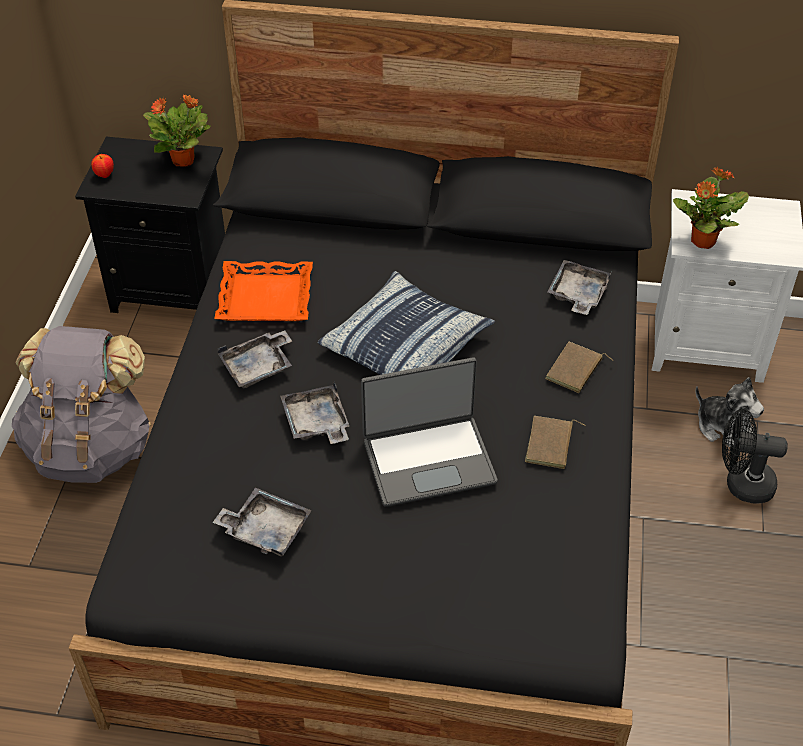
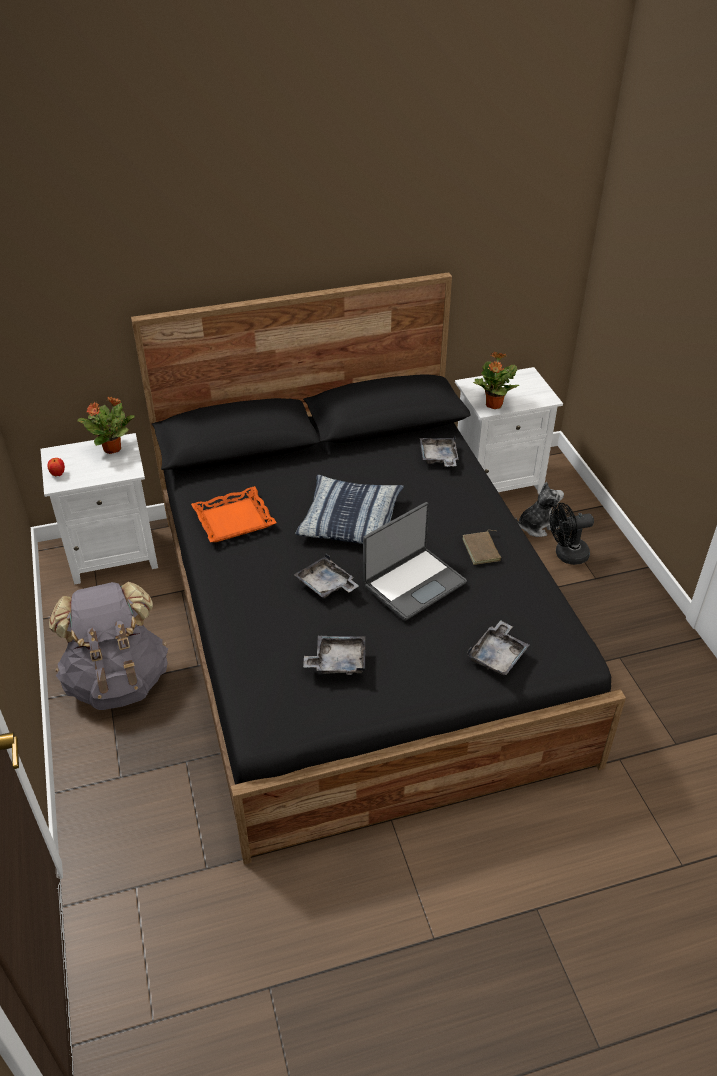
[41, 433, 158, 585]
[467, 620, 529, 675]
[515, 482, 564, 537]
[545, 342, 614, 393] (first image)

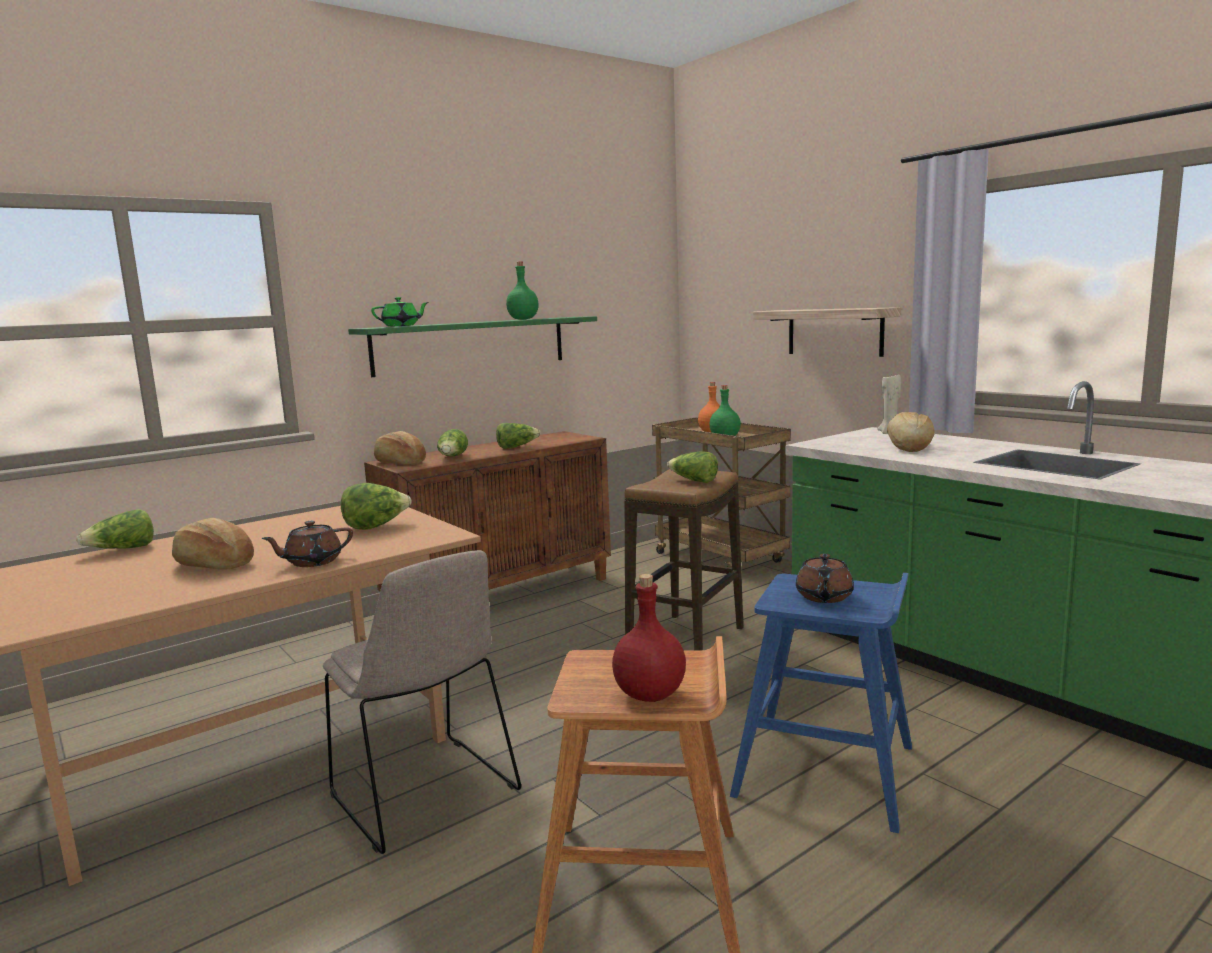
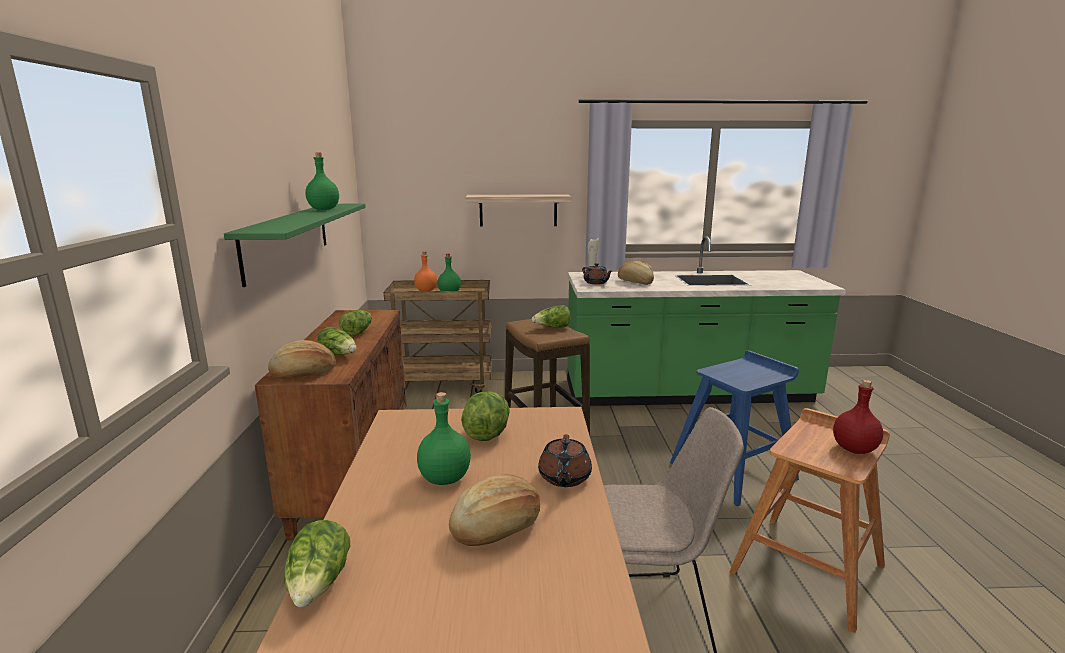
[417, 392, 471, 485]
[582, 263, 612, 284]
[371, 297, 429, 326] (first image)

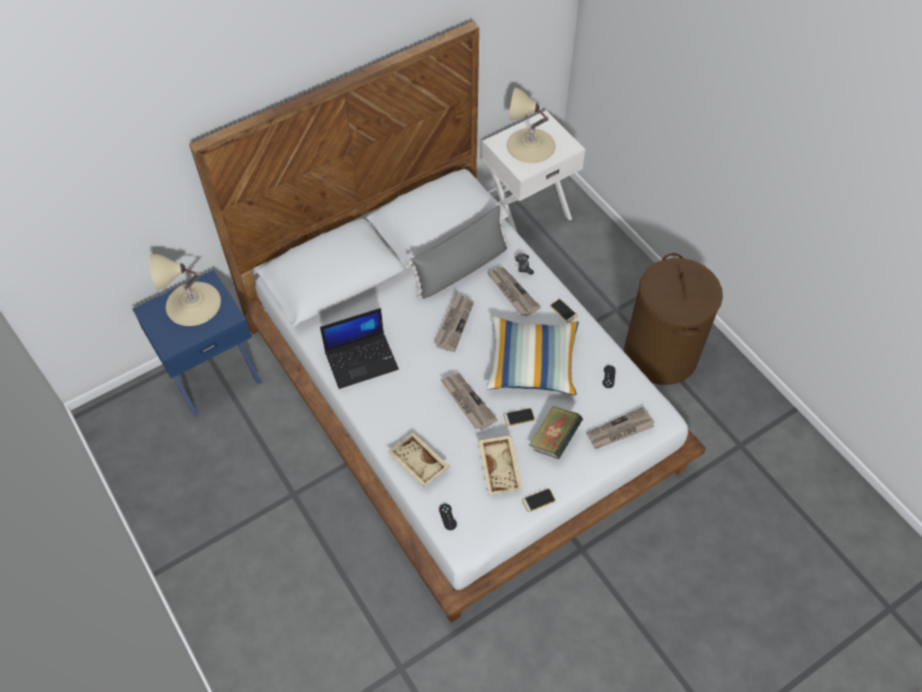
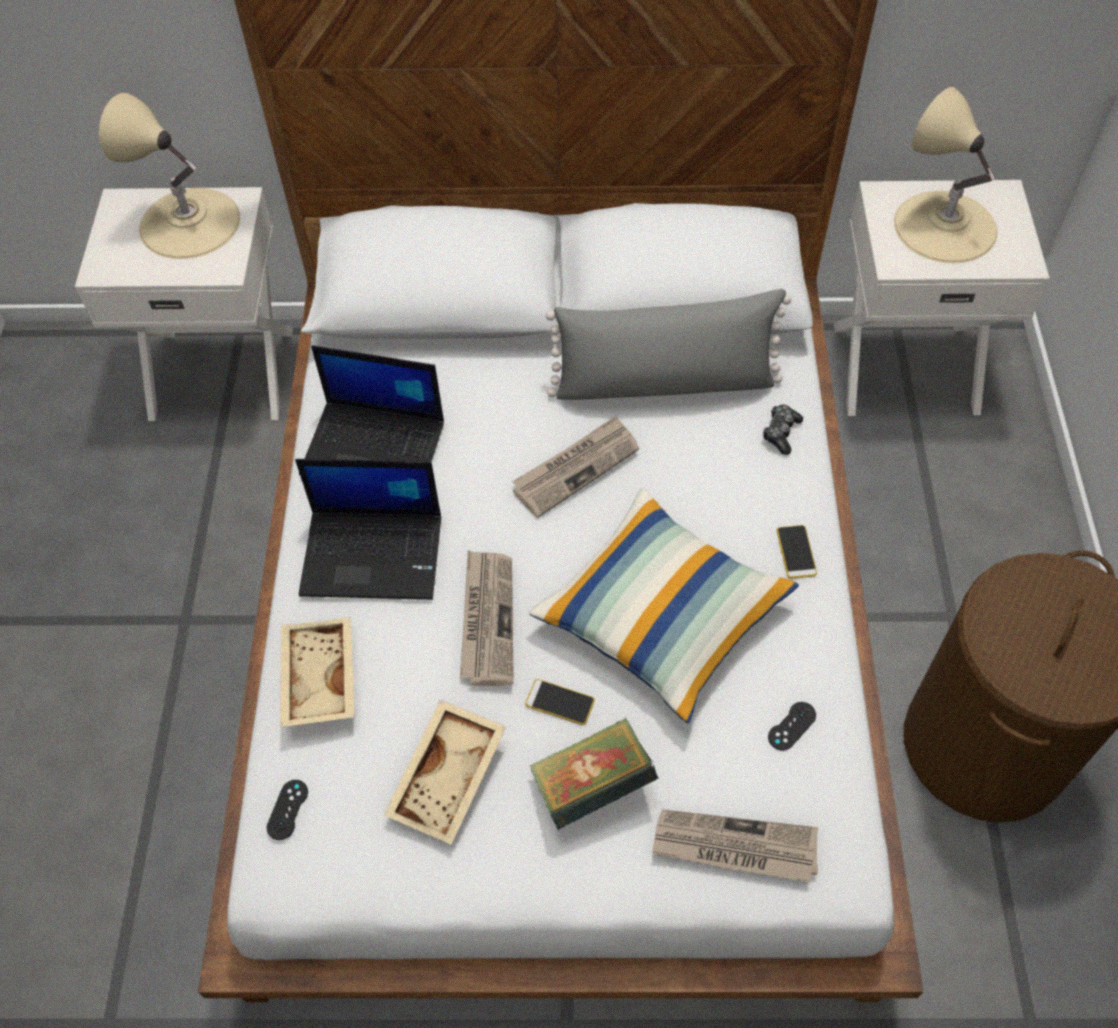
[75, 187, 293, 421]
[295, 459, 441, 600]
[487, 267, 541, 316] (first image)
[522, 489, 555, 512] (first image)

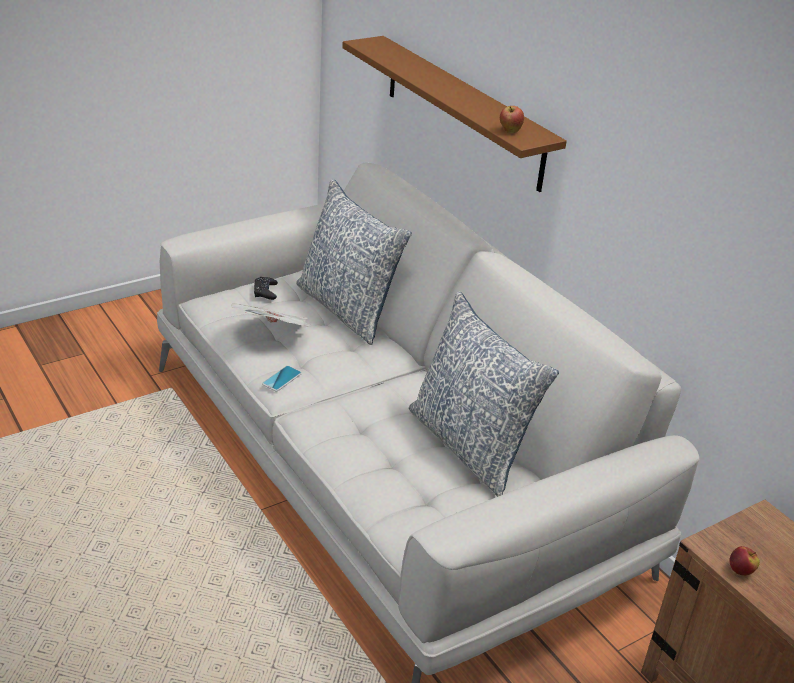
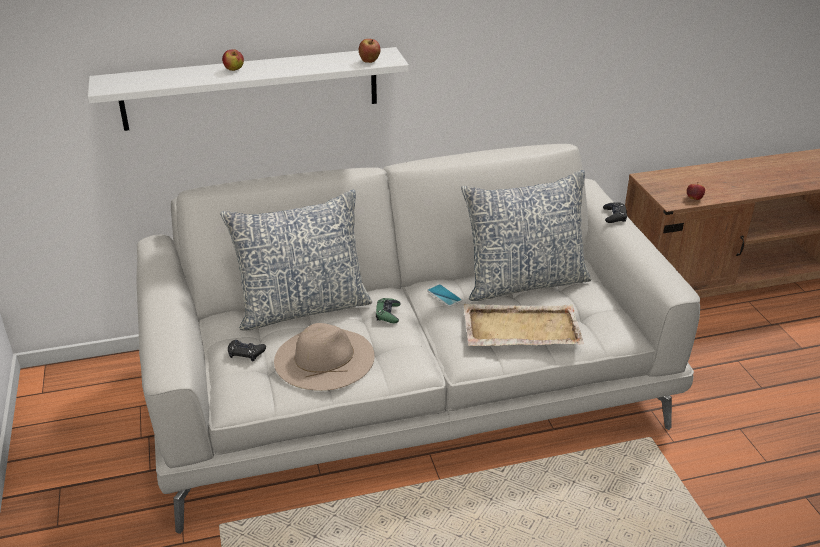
[88, 47, 409, 131]
[222, 49, 244, 71]
[274, 323, 375, 391]
[376, 298, 401, 323]
[427, 284, 462, 307]
[464, 304, 584, 346]
[603, 202, 627, 223]

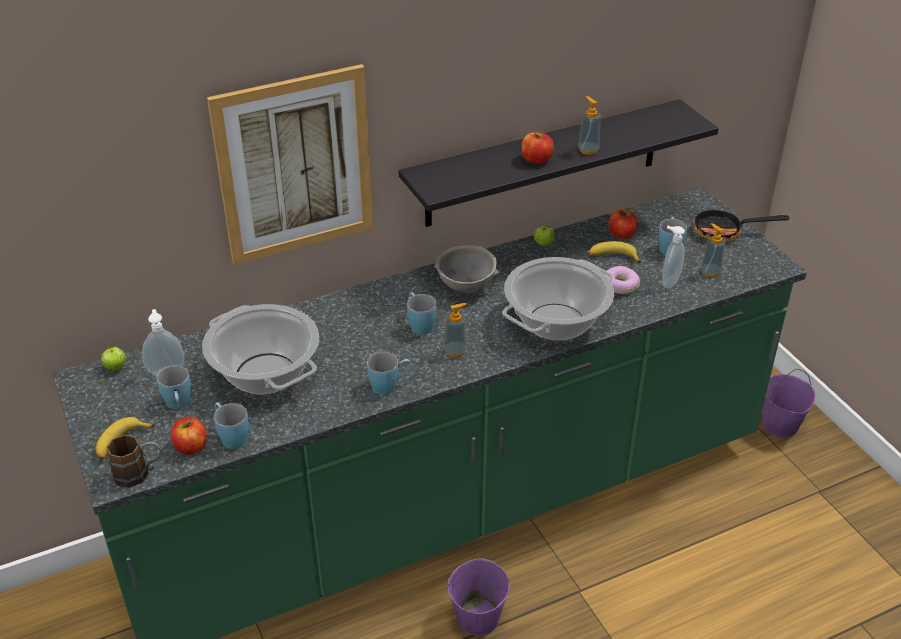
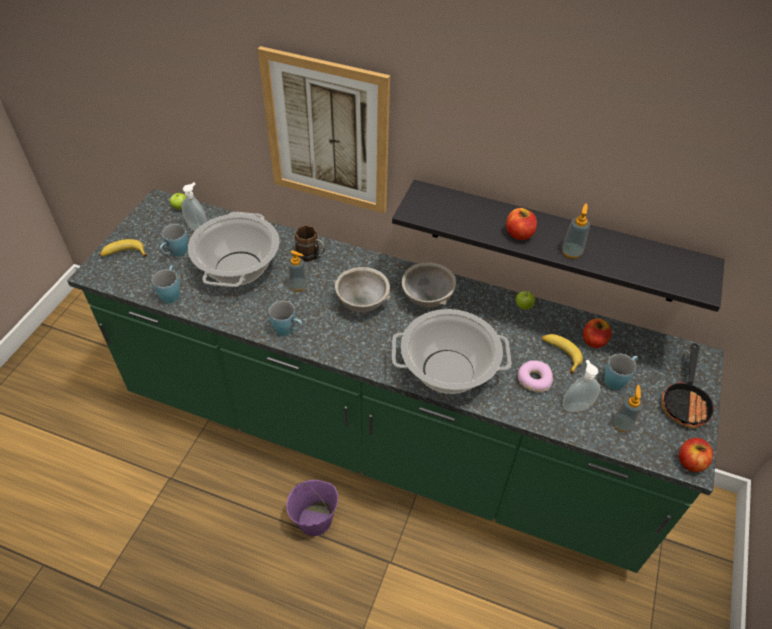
[288, 250, 307, 292]
[294, 226, 325, 262]
[335, 267, 390, 312]
[661, 343, 716, 428]
[679, 438, 713, 472]
[762, 369, 815, 438] (first image)

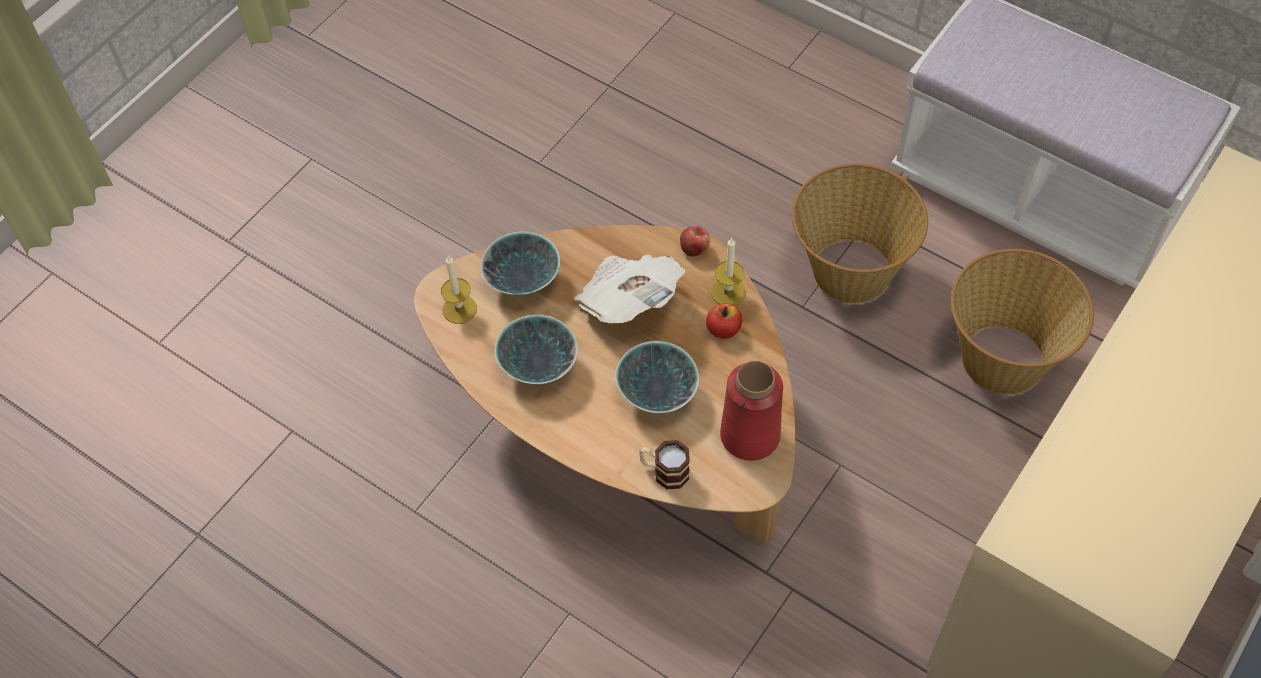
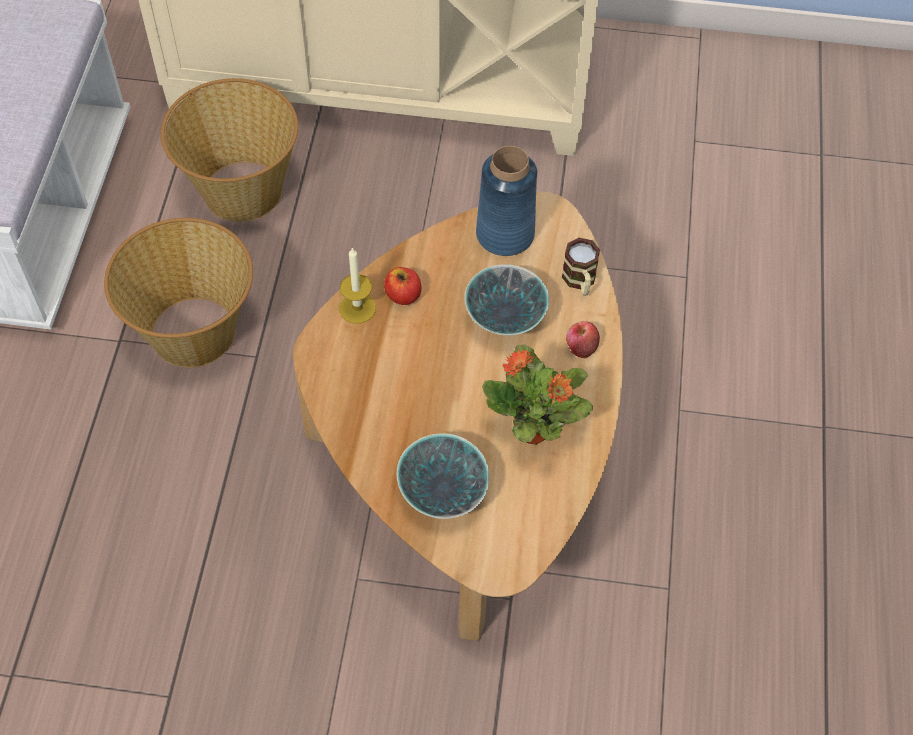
[476, 146, 537, 256]
[482, 344, 593, 445]
[566, 321, 600, 358]
[441, 255, 477, 324] (first image)
[574, 255, 685, 323] (first image)

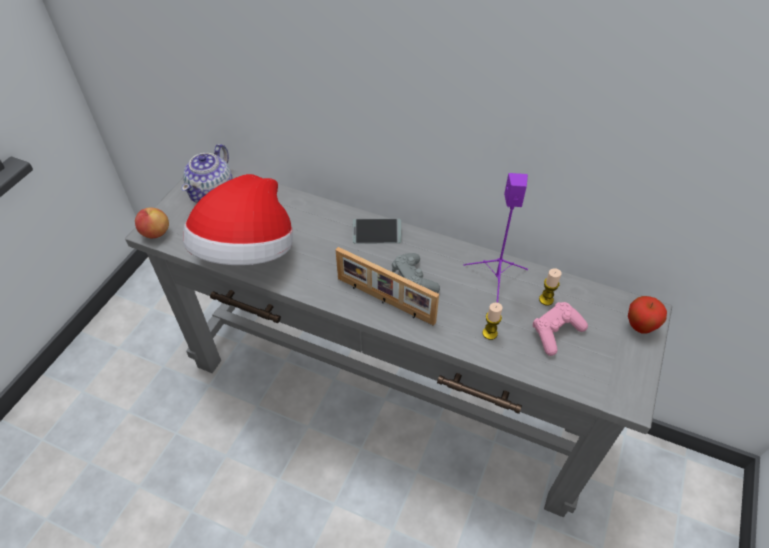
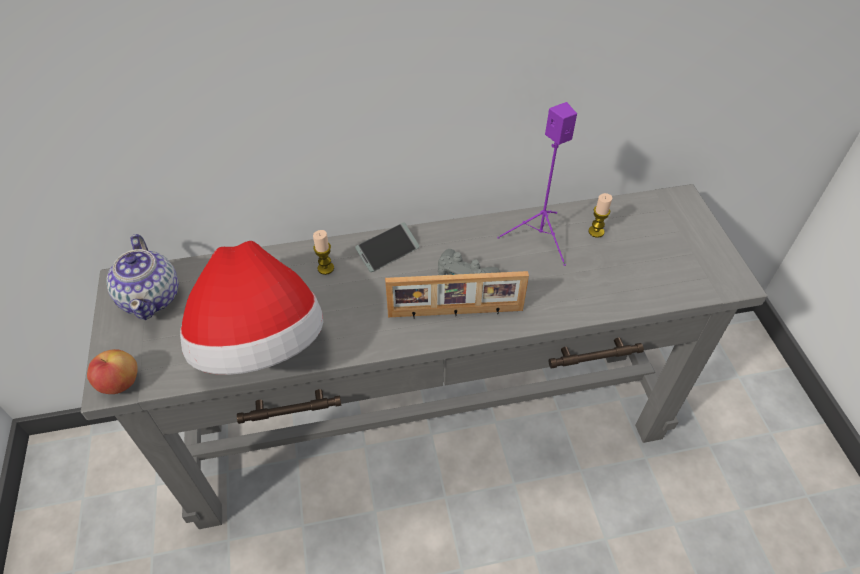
[313, 230, 334, 275]
[533, 302, 588, 356] (first image)
[628, 296, 667, 334] (first image)

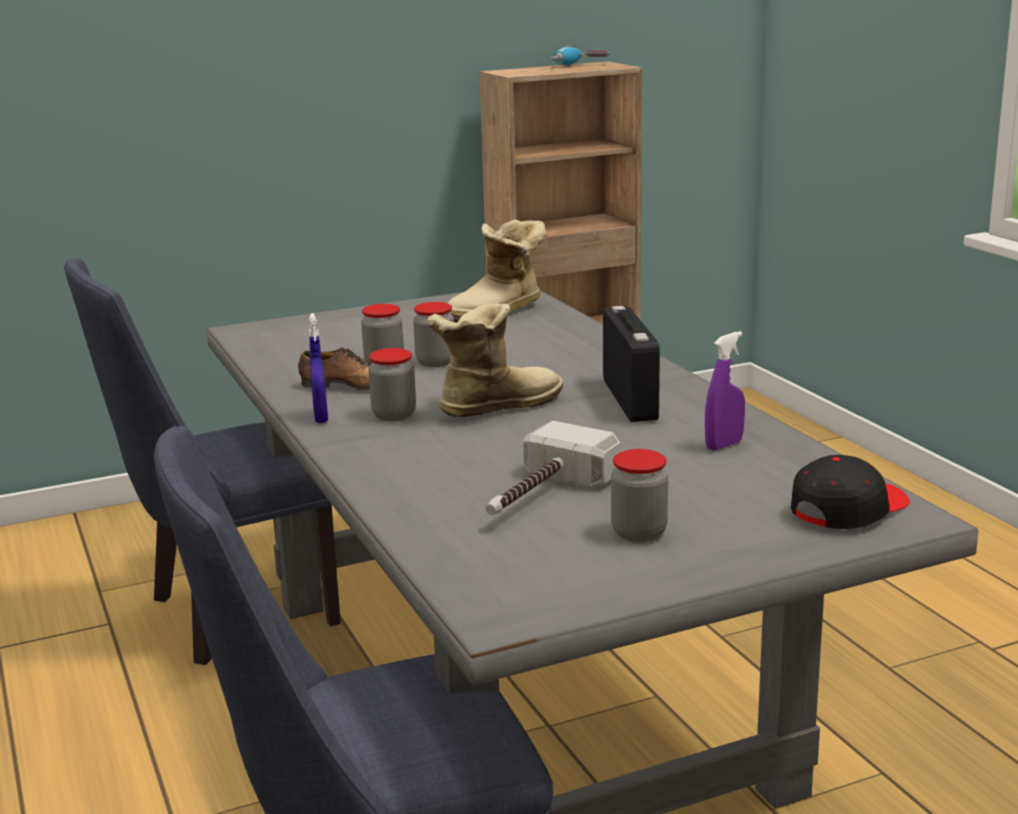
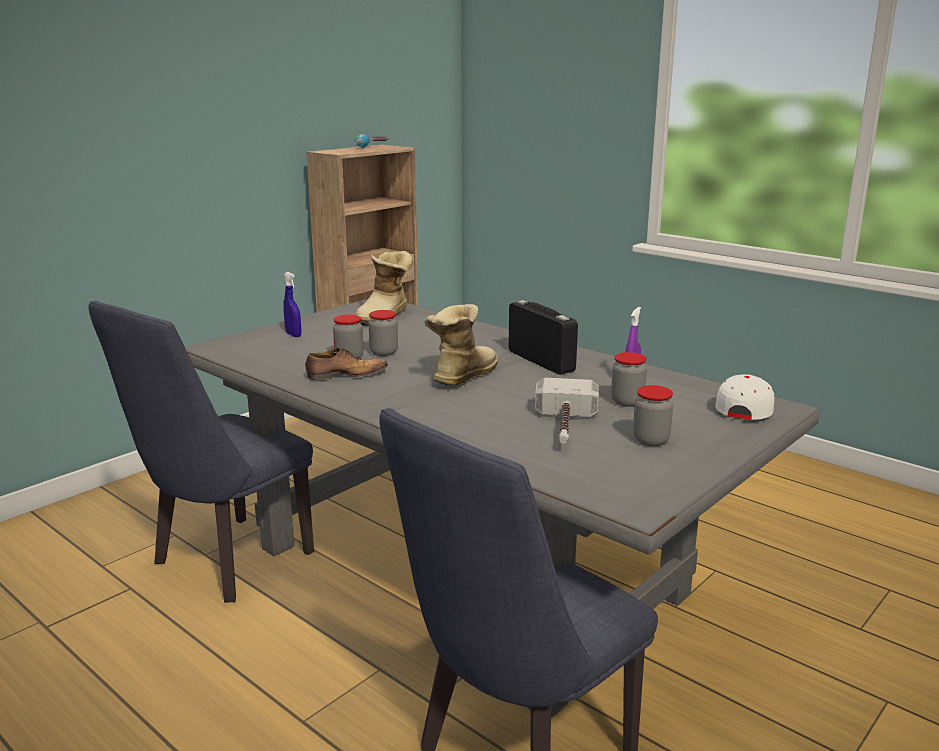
[283, 272, 301, 337]
[611, 352, 647, 407]
[715, 374, 775, 420]

